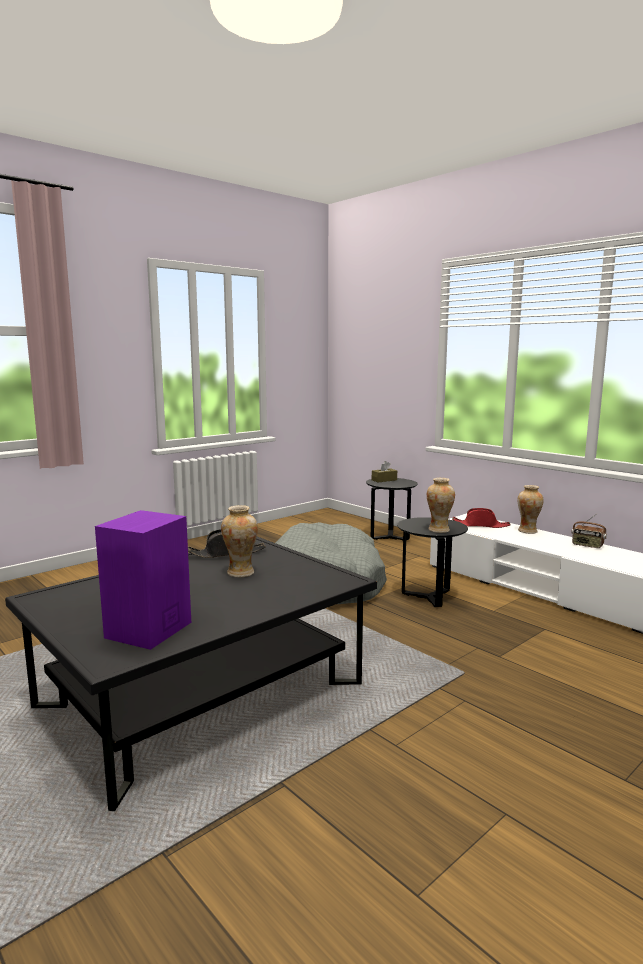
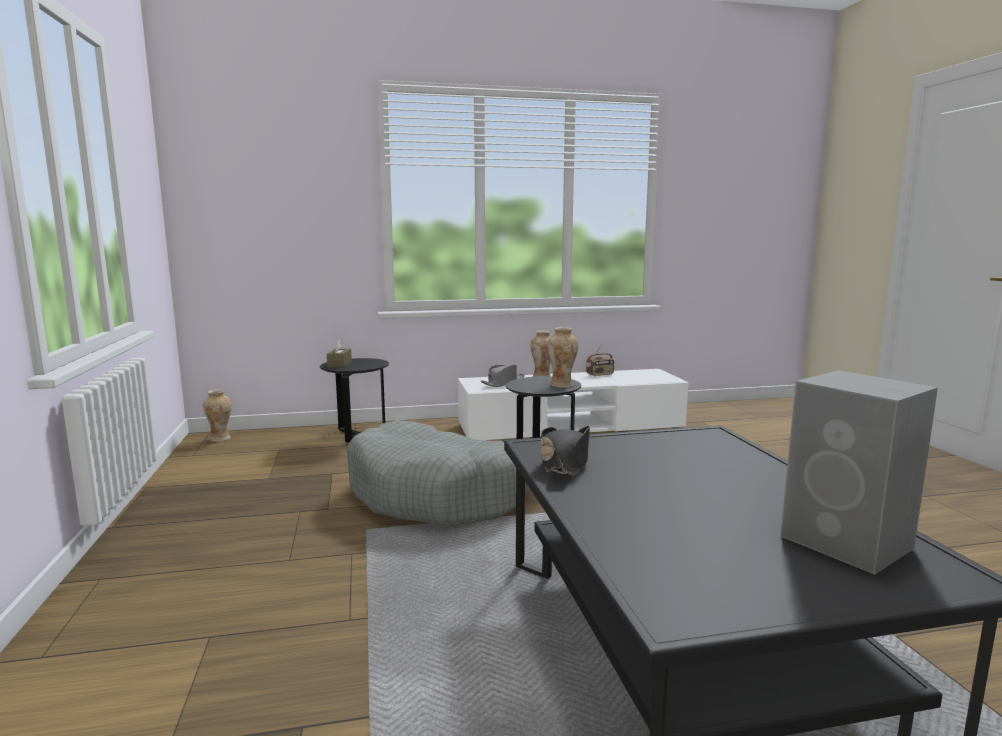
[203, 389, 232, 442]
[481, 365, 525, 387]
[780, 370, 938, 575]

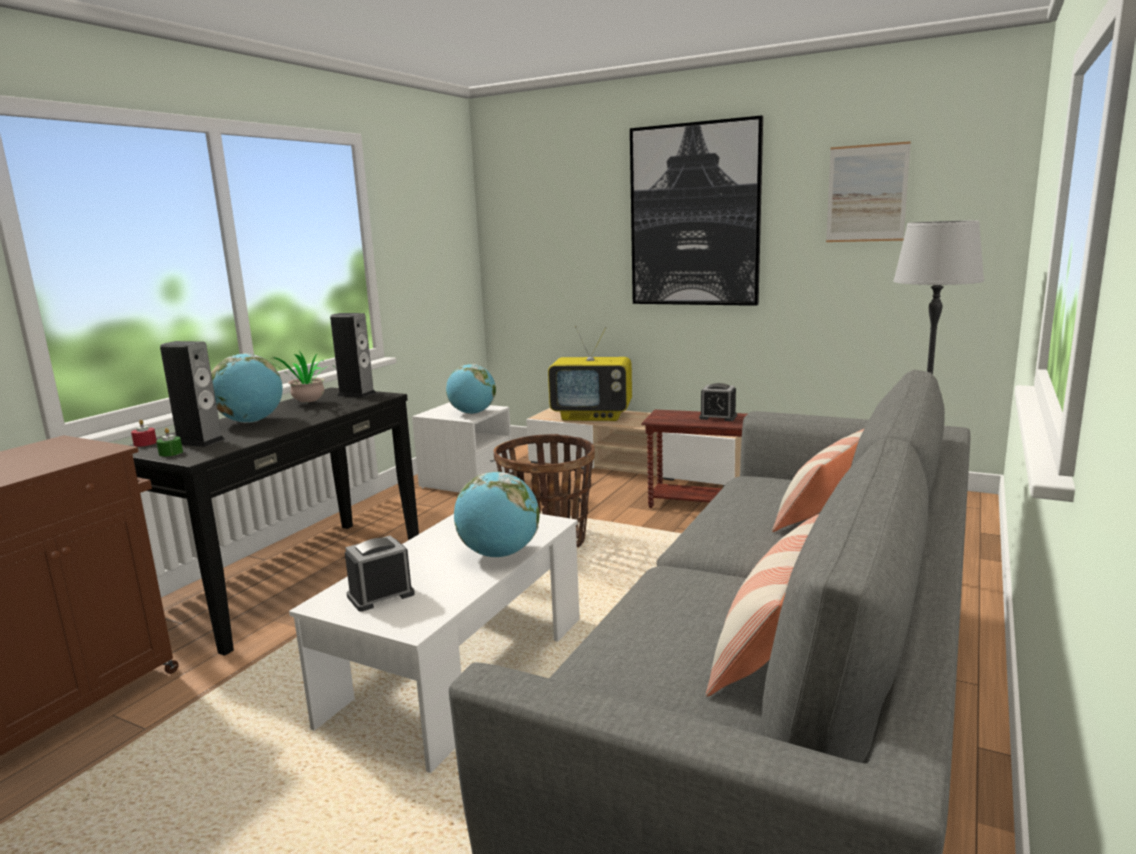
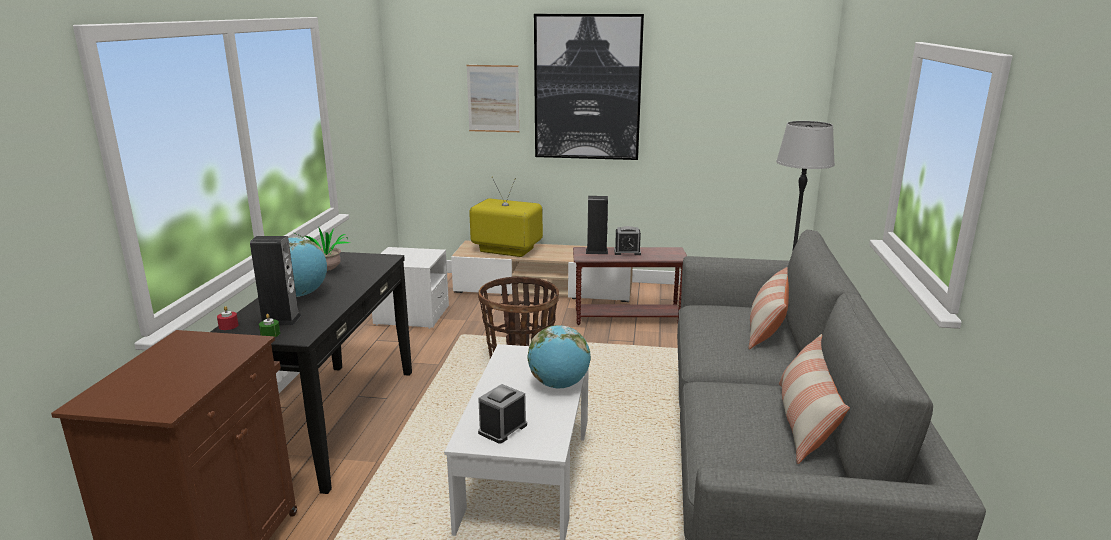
[466, 65, 519, 132]
[469, 177, 543, 257]
[586, 196, 608, 254]
[446, 364, 496, 414] (first image)

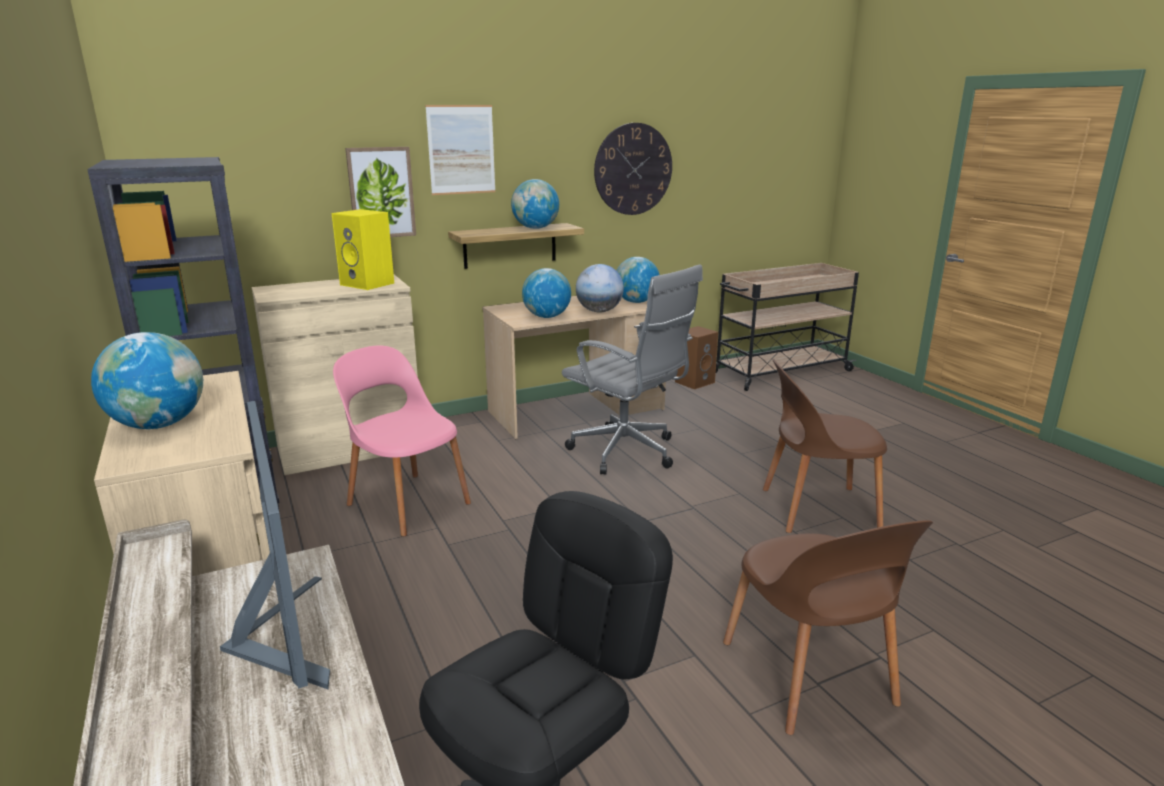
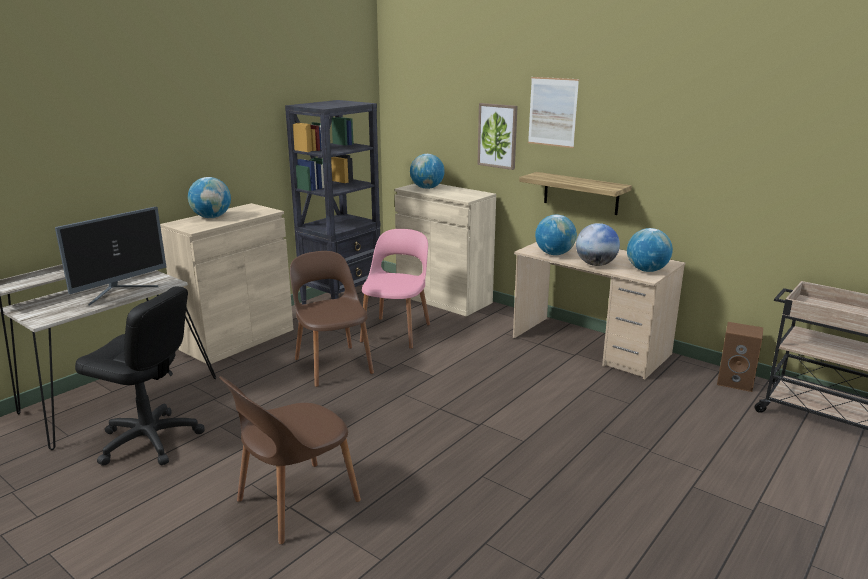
[290, 251, 374, 387]
[410, 154, 445, 189]
[332, 209, 394, 290] (first image)
[562, 264, 703, 475] (first image)
[594, 123, 672, 215] (first image)

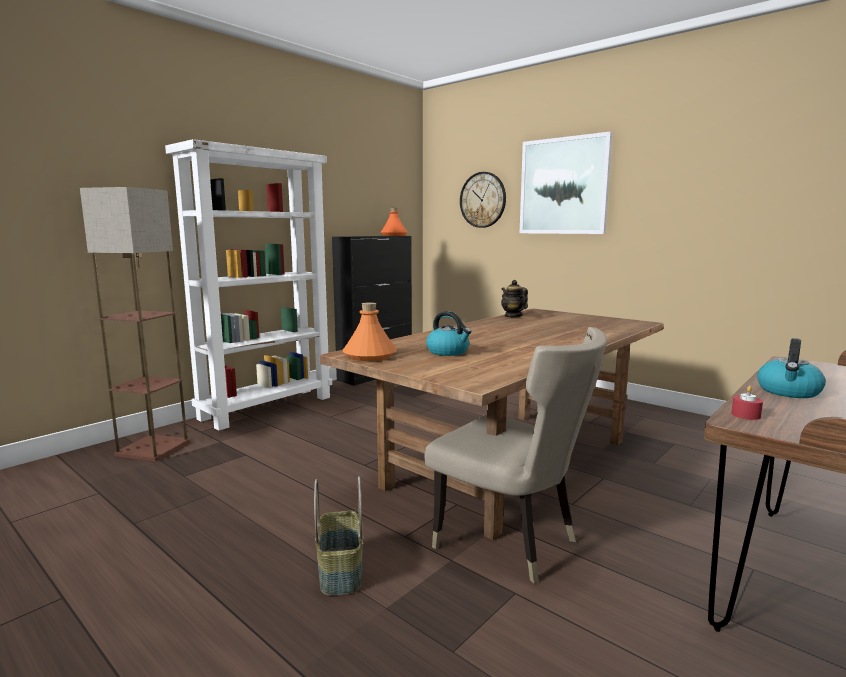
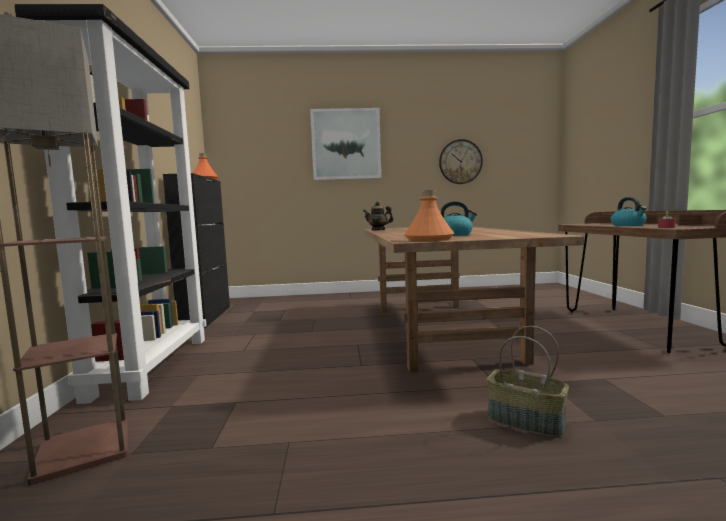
[14, 4, 206, 404]
[439, 139, 483, 184]
[425, 327, 607, 583] (first image)

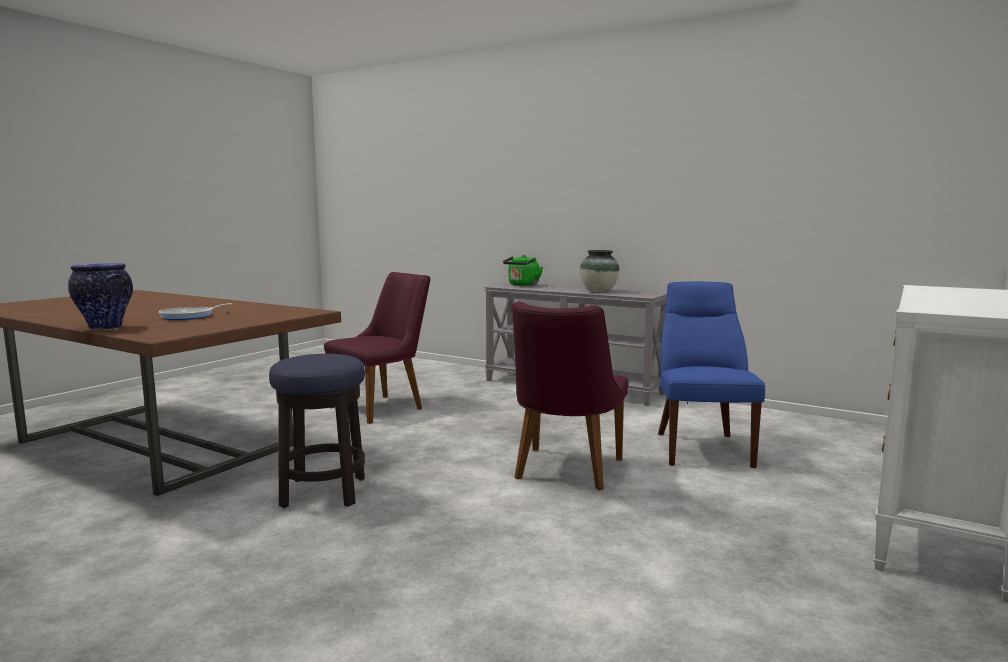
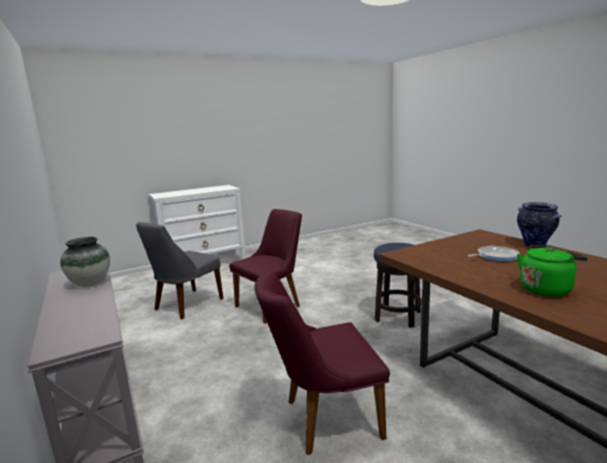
[136, 222, 223, 319]
[517, 245, 588, 297]

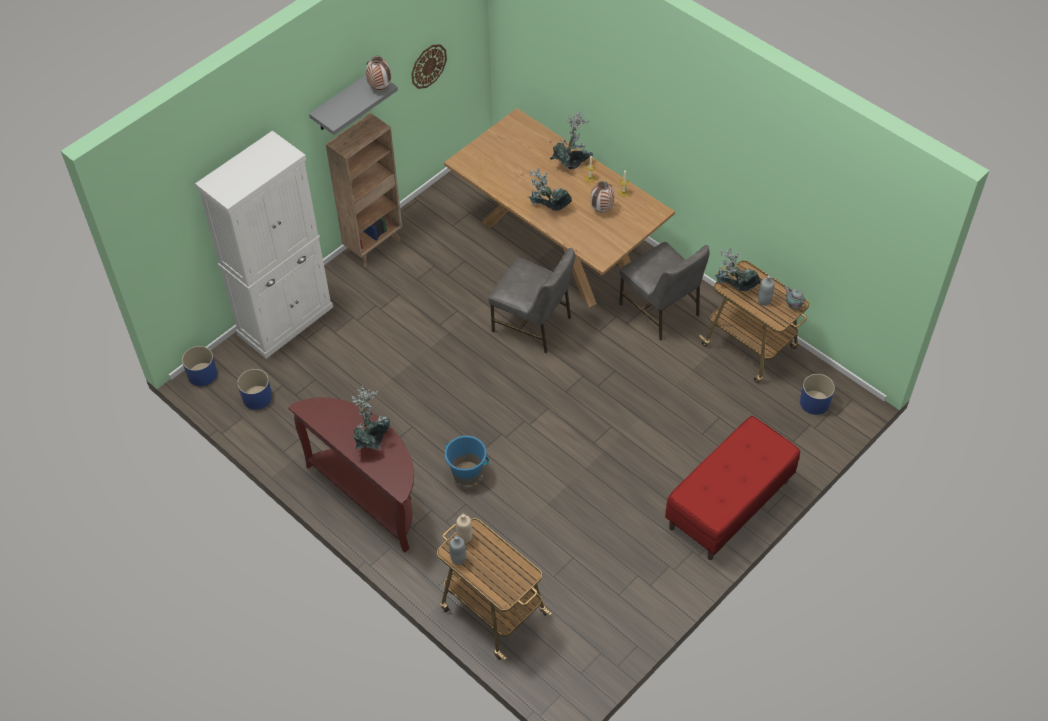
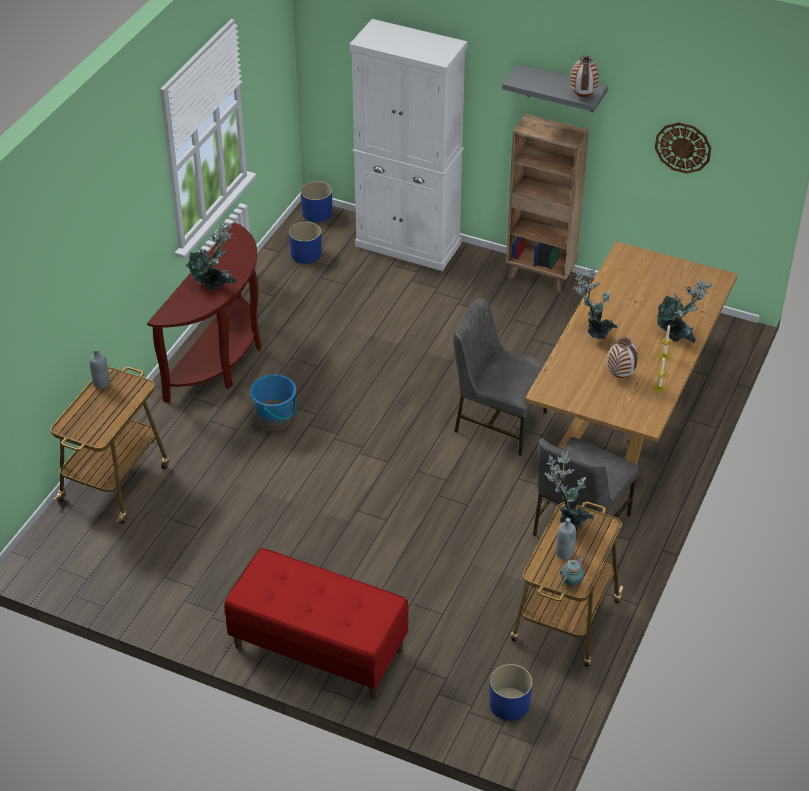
[453, 298, 547, 456]
[456, 514, 473, 543] (first image)

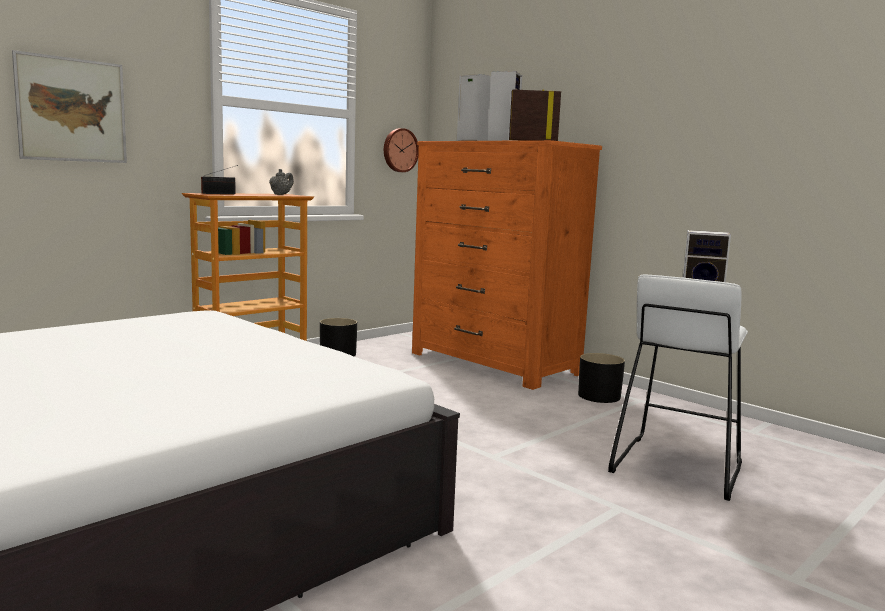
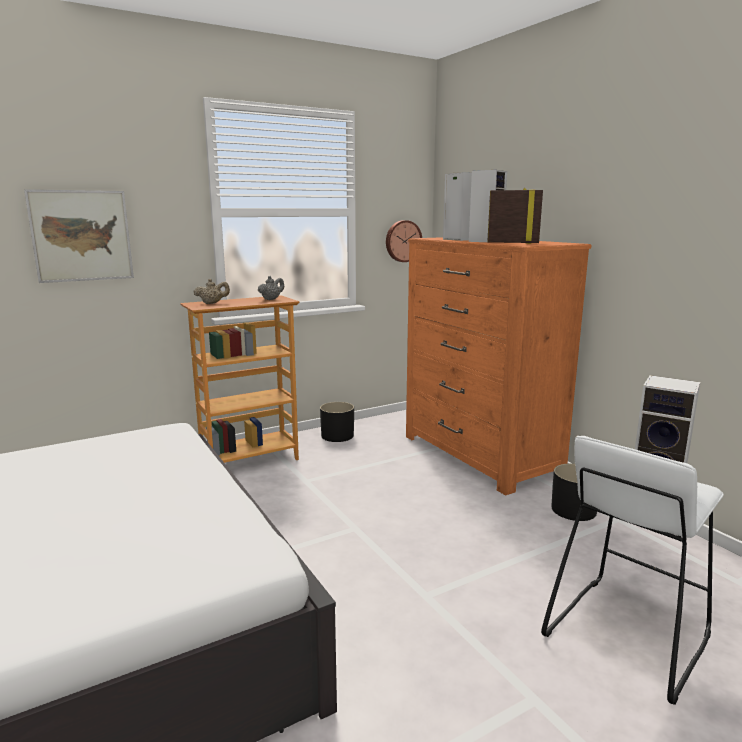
[193, 279, 230, 304]

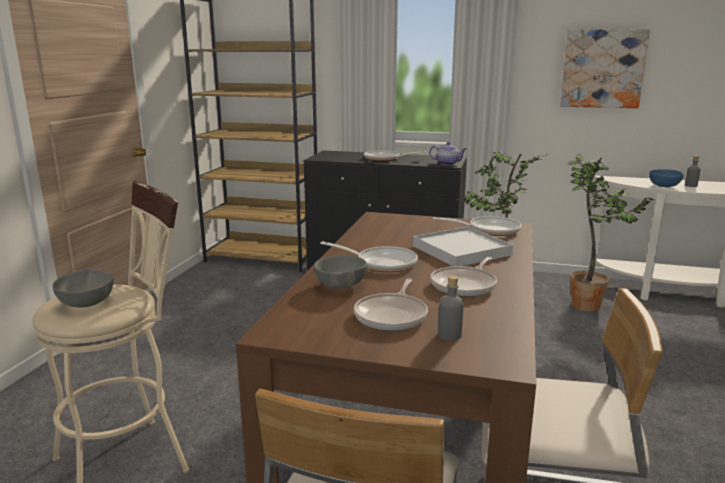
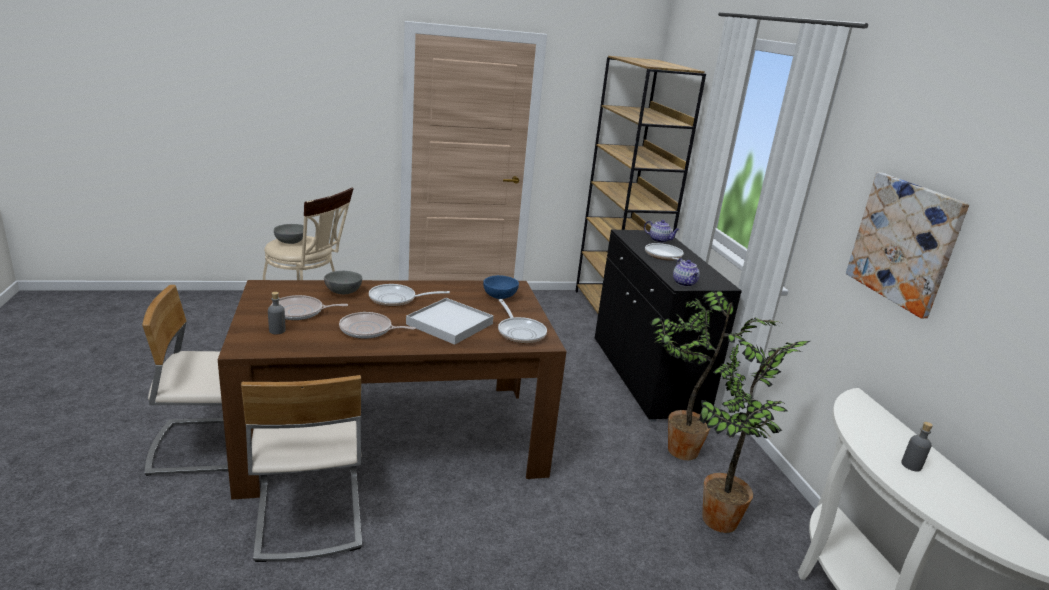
[369, 284, 450, 307]
[483, 275, 519, 299]
[644, 220, 680, 243]

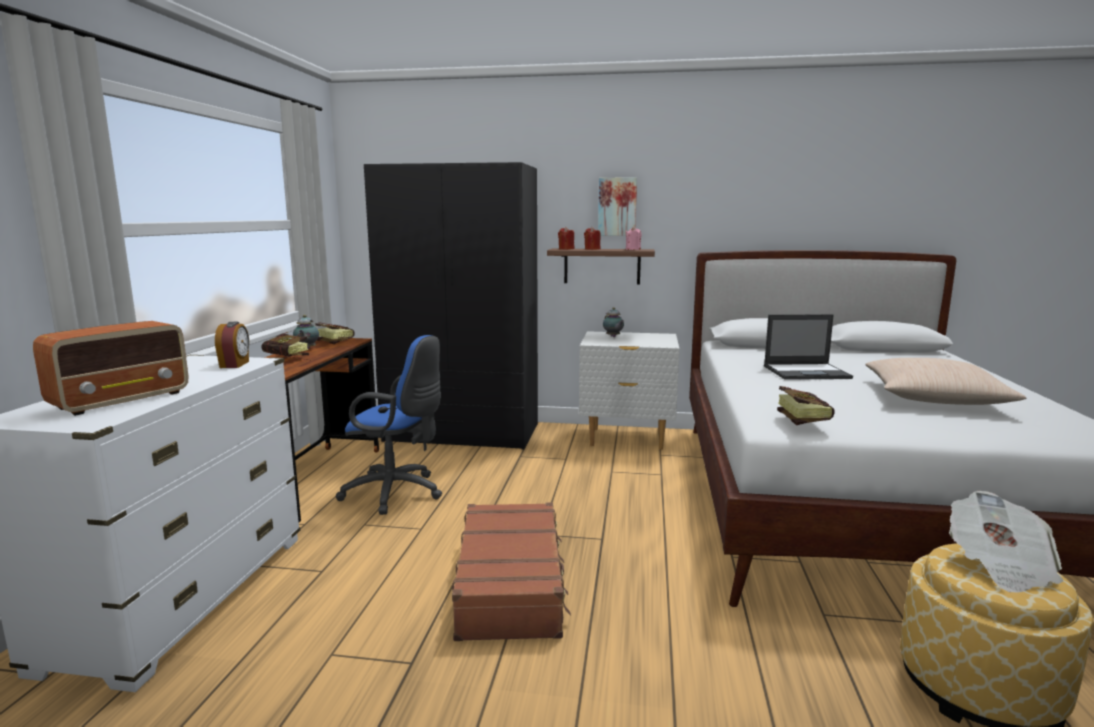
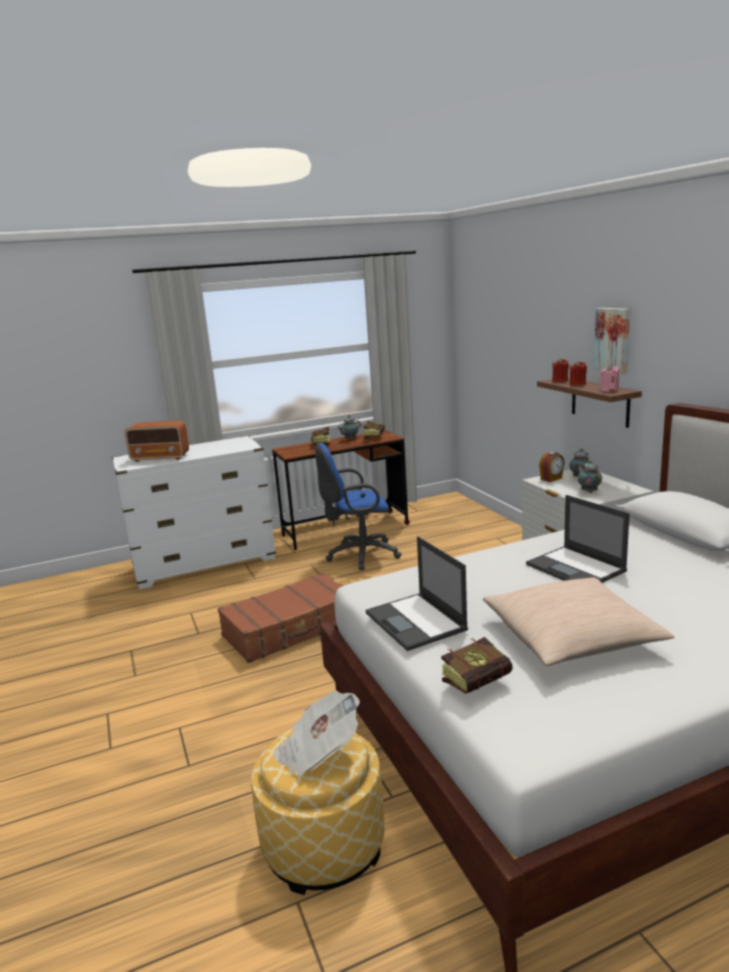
[315, 443, 402, 570]
[365, 536, 468, 651]
[441, 637, 512, 694]
[539, 451, 564, 482]
[577, 460, 602, 493]
[364, 162, 538, 449] (first image)

